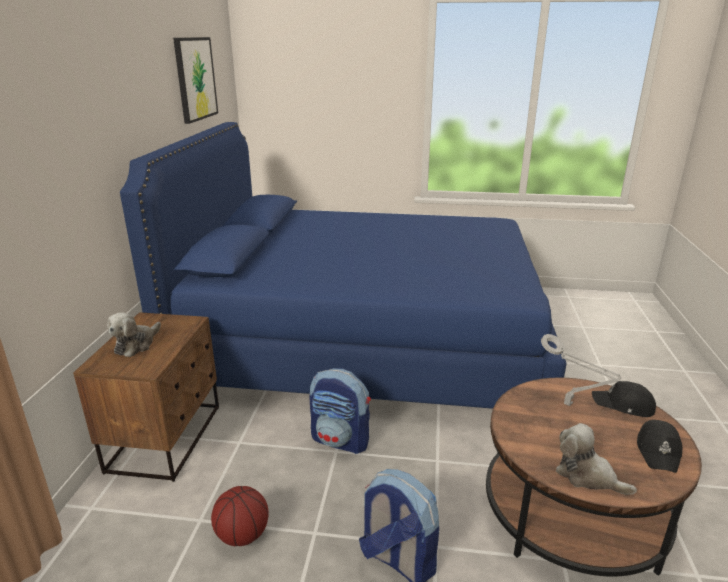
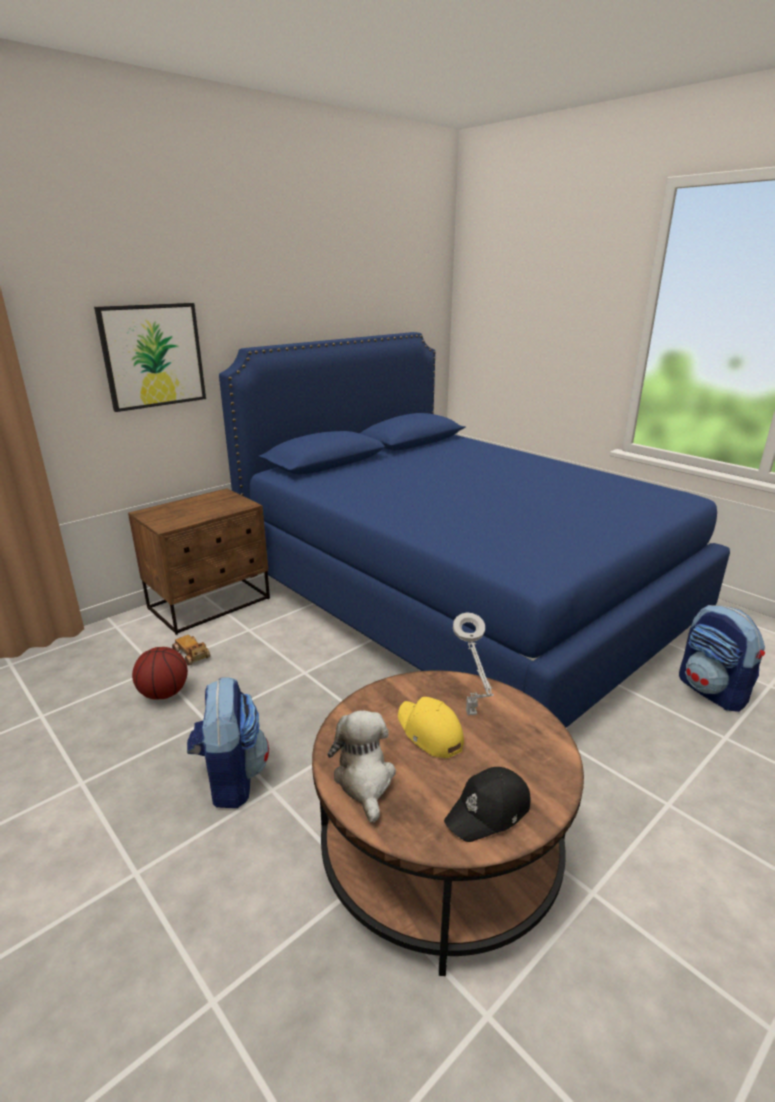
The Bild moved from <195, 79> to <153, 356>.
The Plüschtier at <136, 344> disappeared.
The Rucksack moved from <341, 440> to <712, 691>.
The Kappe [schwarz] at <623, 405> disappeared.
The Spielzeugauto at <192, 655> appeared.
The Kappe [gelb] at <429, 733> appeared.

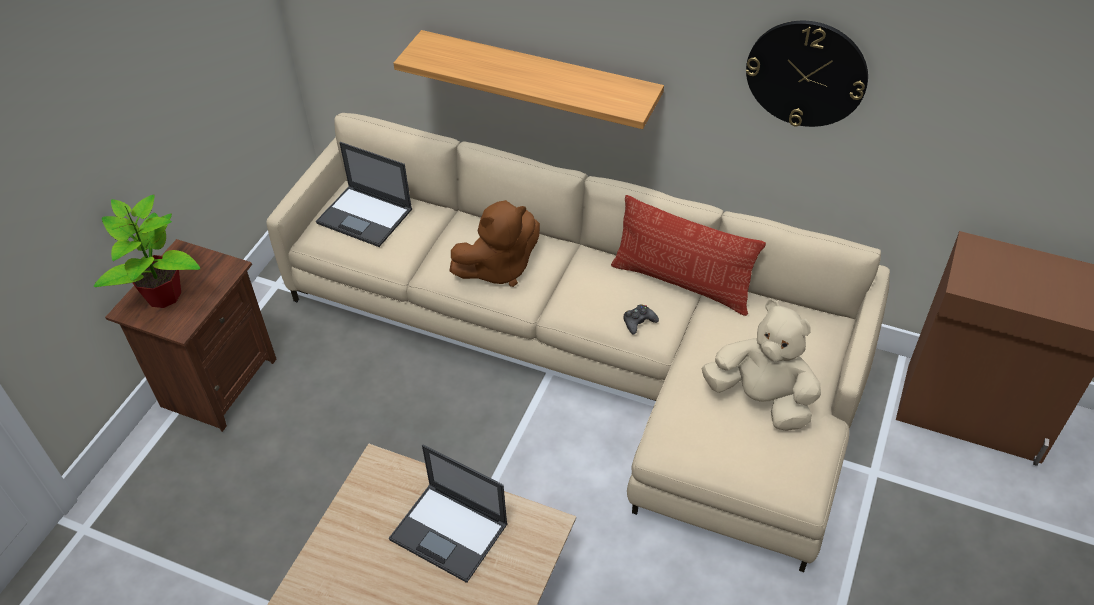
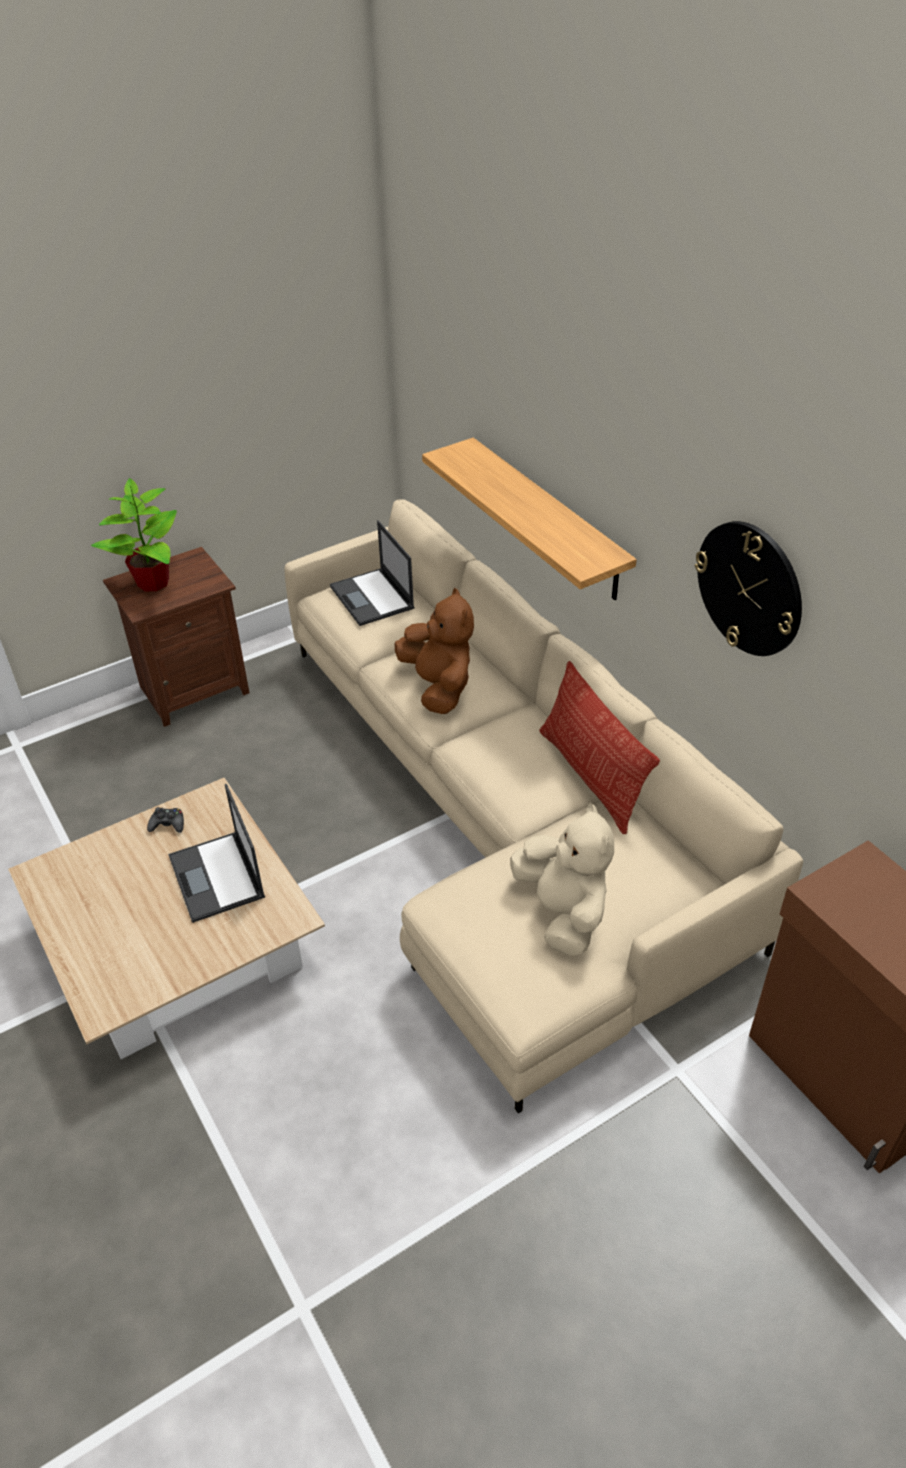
The Plüschtier [braun] at <499, 268> turned 120 degrees counterclockwise.
The Gamepad [schwarz] moved from <638, 322> to <168, 824>.

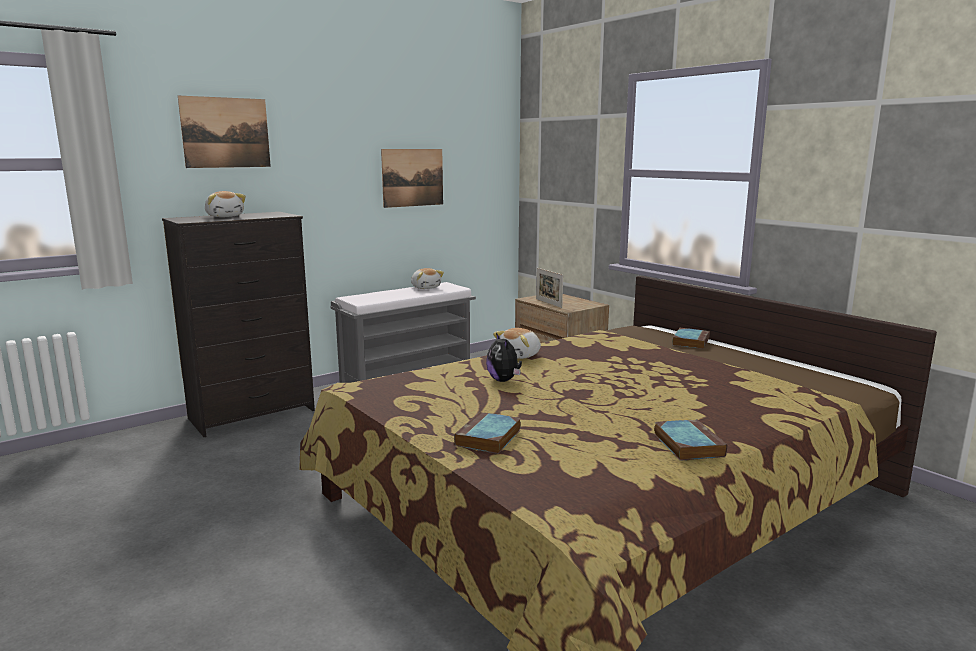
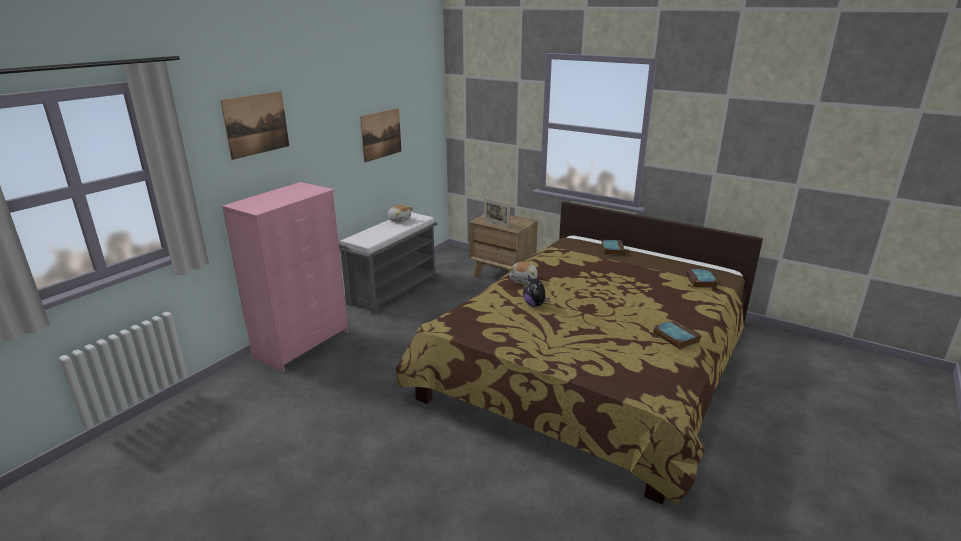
The Plüschtier at <225, 216> disappeared.
The Kommode [schwarz] at <253, 414> became the Kommode [rosa] at <303, 344>.
The Buch moved from <488, 438> to <701, 281>.

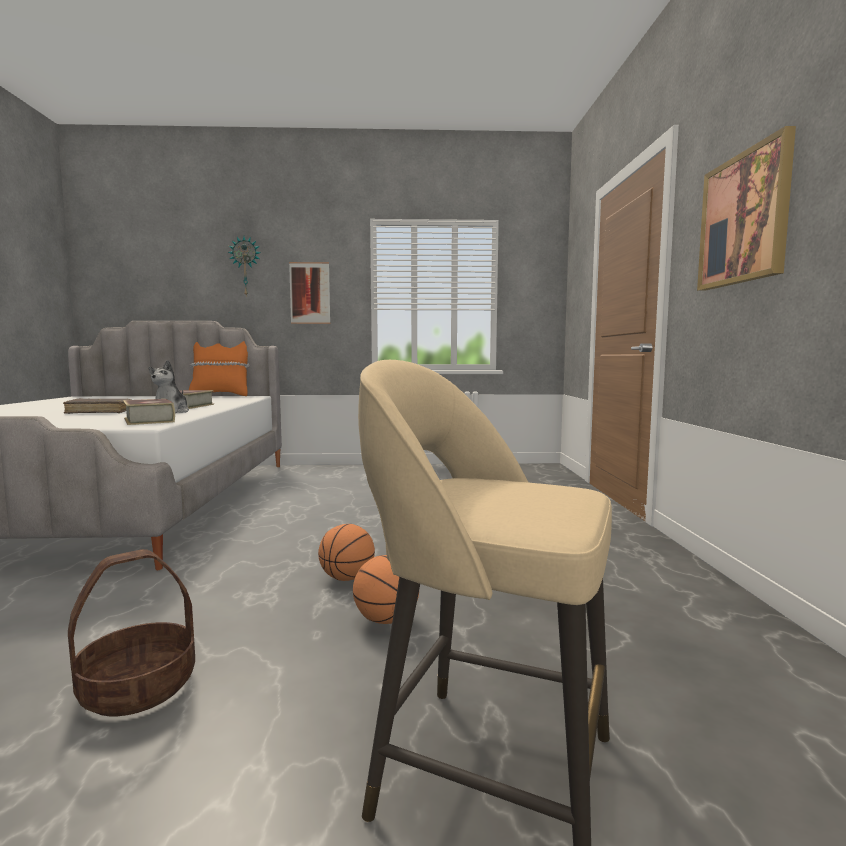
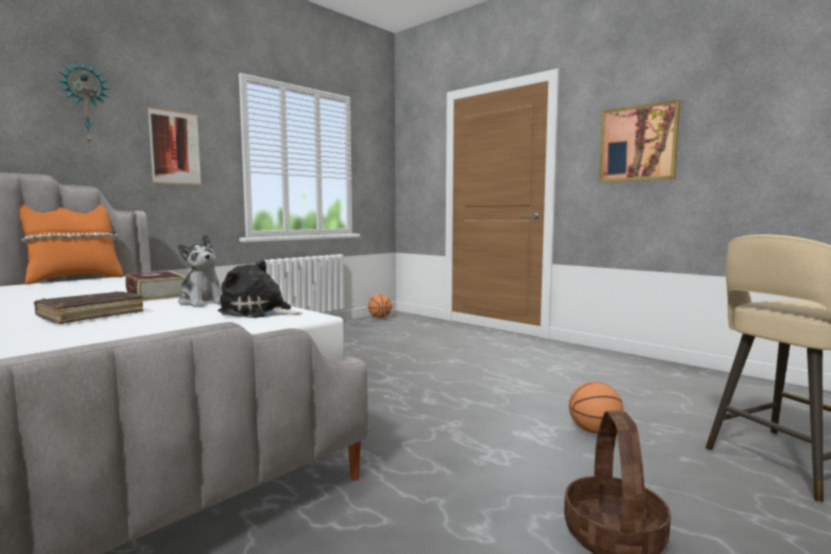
The Buch at <149, 420> was replaced by the Plüschtier at <259, 312>.
The Basketball moved from <347, 578> to <380, 317>.

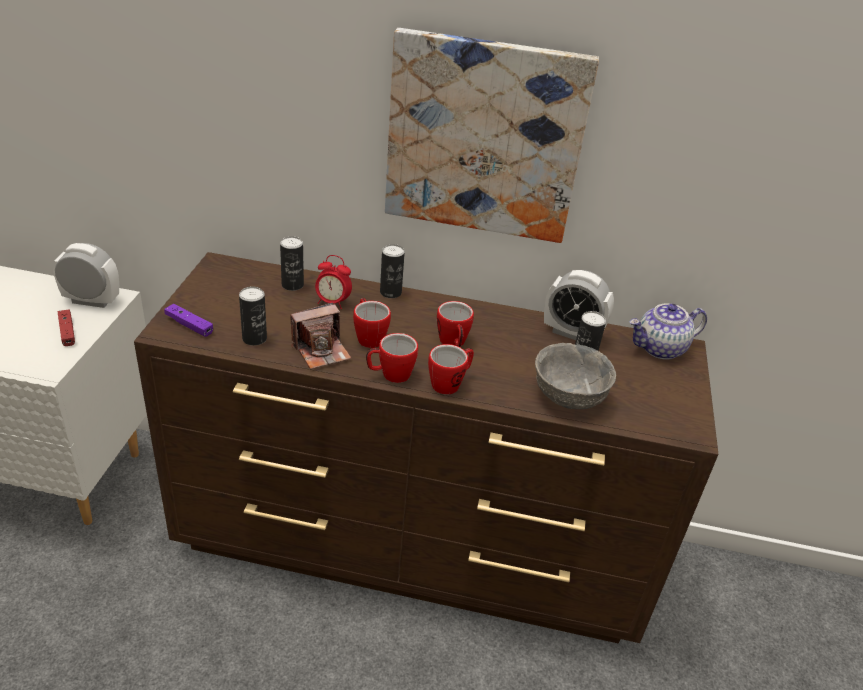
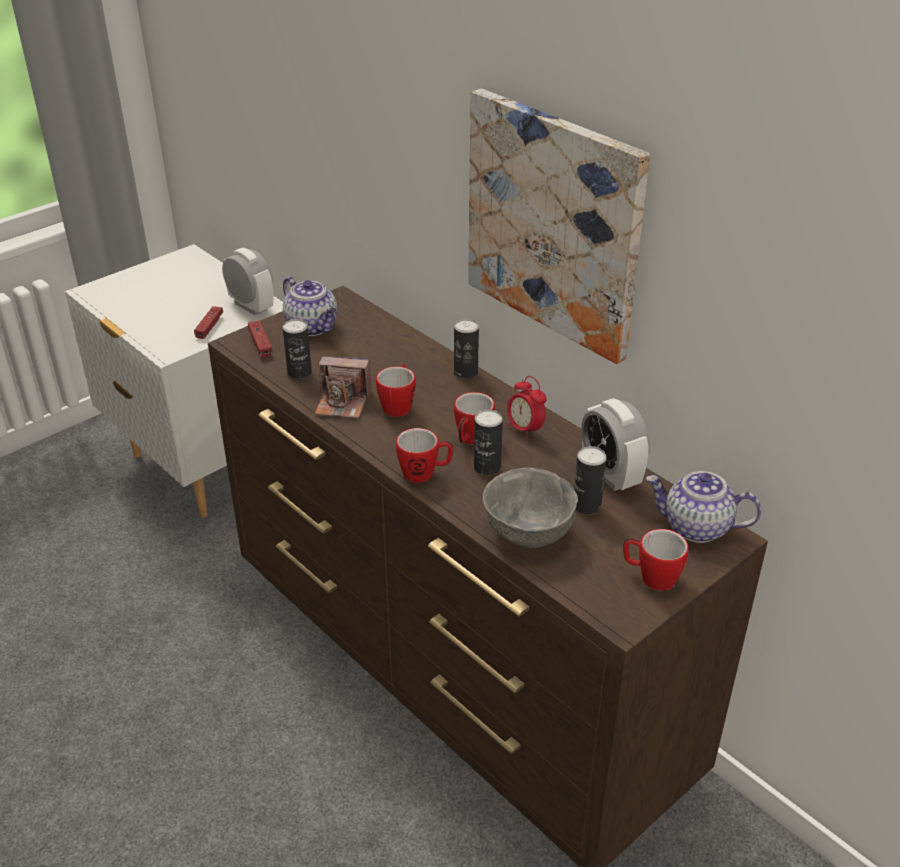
The Dose moved from <292, 285> to <487, 467>.
The Wecker moved from <332, 302> to <525, 429>.
The Gamepad [lila] at <189, 325> became the Gamepad [rot] at <260, 344>.
The Henkelbecher moved from <390, 375> to <651, 577>.
The Teekanne at <313, 327> appeared.

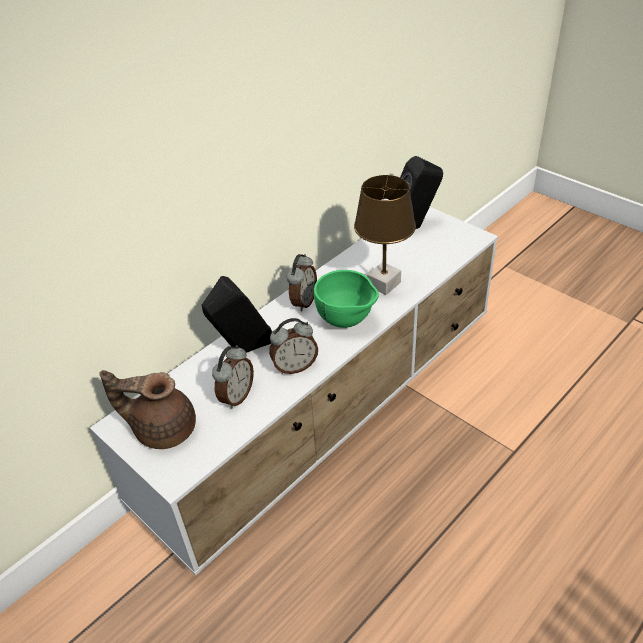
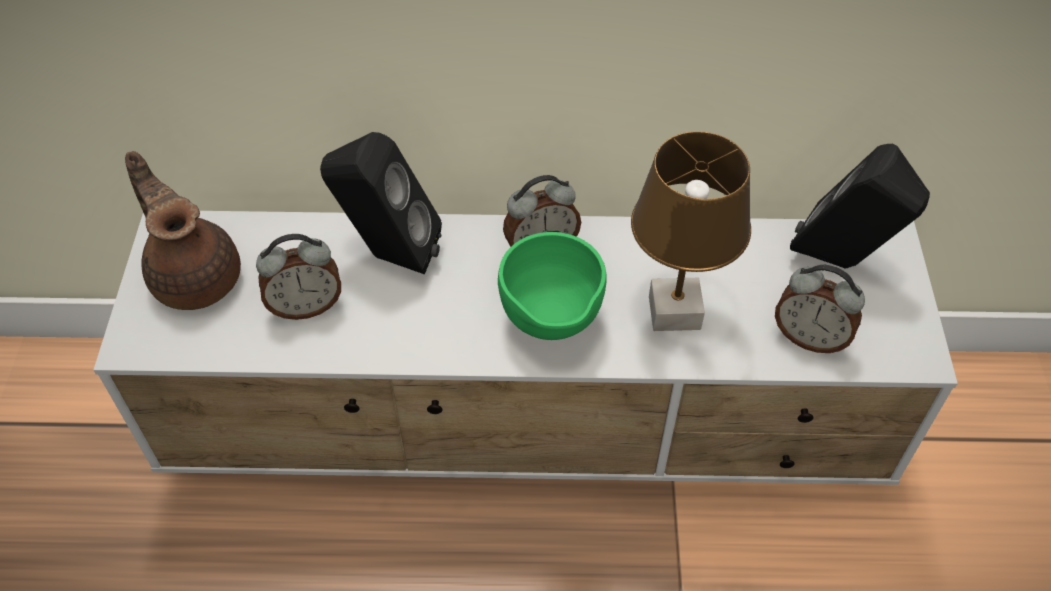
The Wecker moved from <295, 366> to <809, 337>.

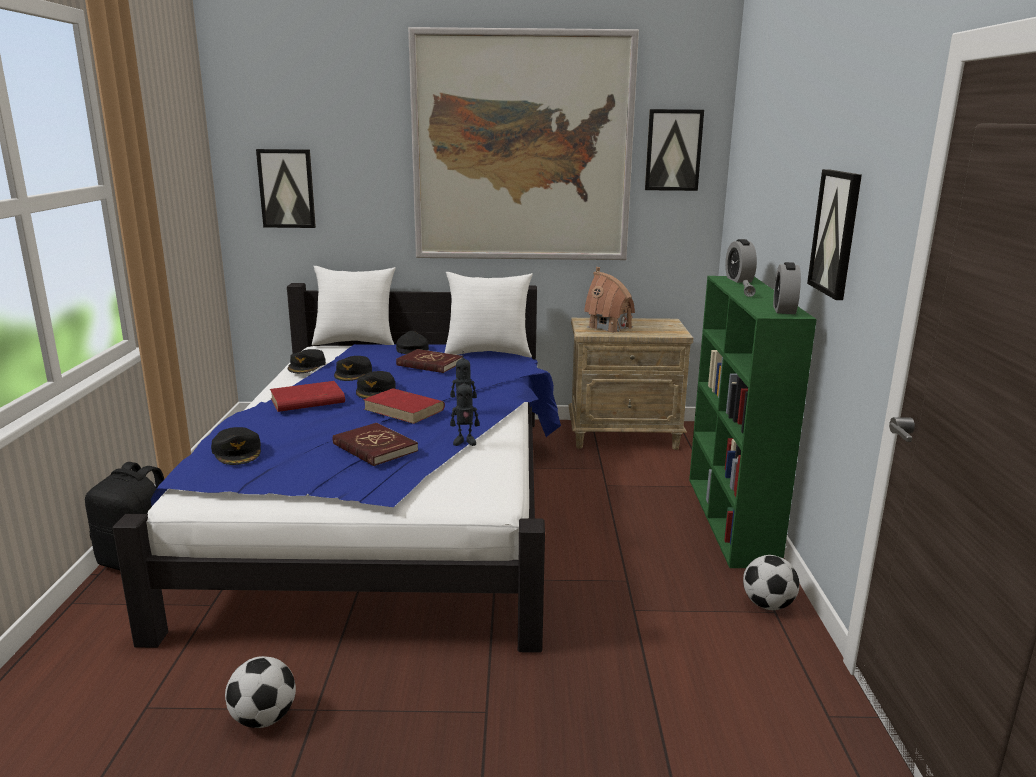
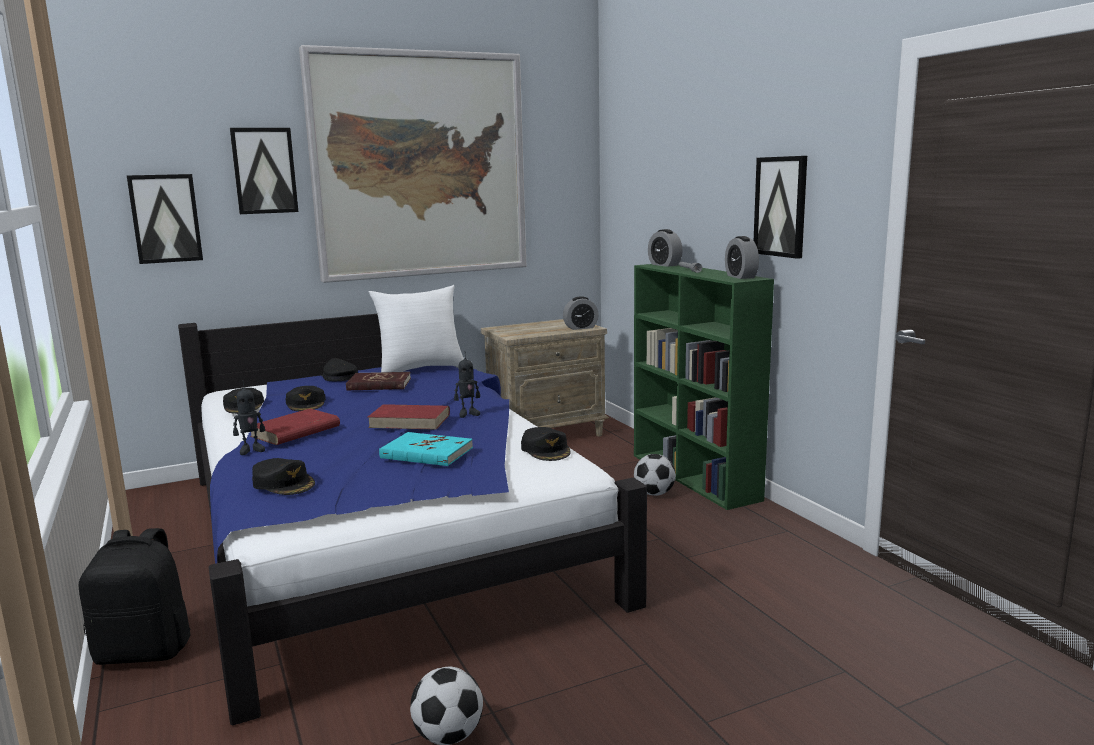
The Bild moved from <673, 150> to <264, 171>.
The Kissen [weiß] at <355, 342> disappeared.
The Spielzeughaus at <609, 327> disappeared.
The Kappe [schwarz] moved from <376, 390> to <546, 450>.
The Spielzeugroboter moved from <465, 442> to <251, 450>.
The Buch [rot] at <374, 448> became the Buch [türkis] at <426, 453>.
The Fußball moved from <767, 605> to <654, 494>.
The Wecker at <580, 328> appeared.

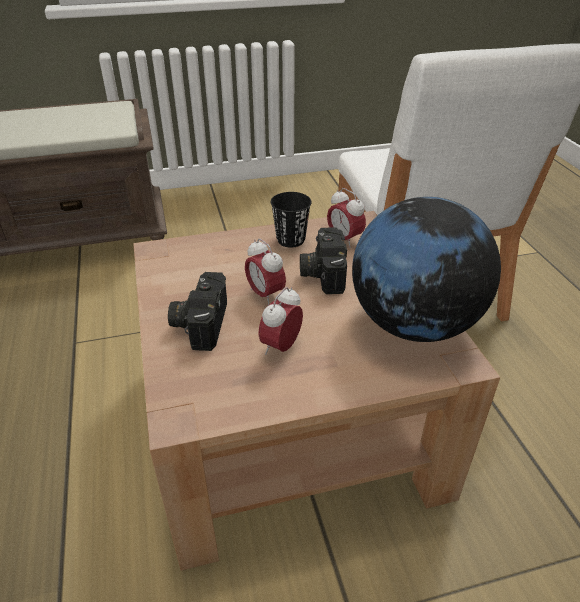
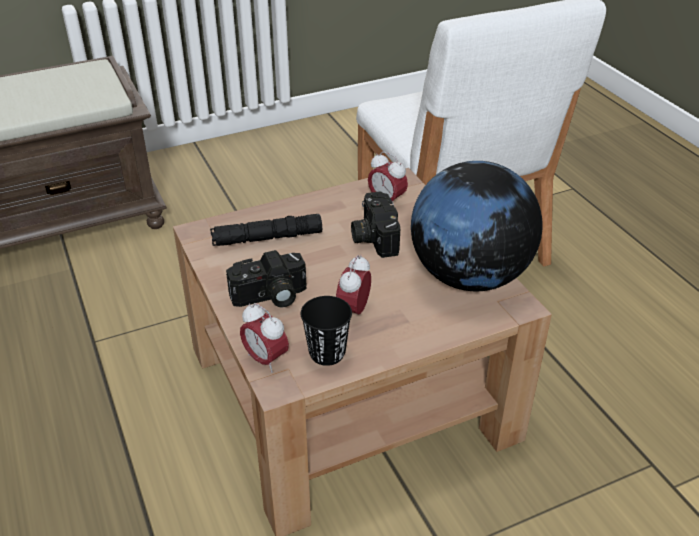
The Tasse [schwarz] moved from <290, 240> to <327, 353>.
The Wecker moved from <265, 294> to <265, 359>.
The Kamera at <200, 322> turned 105 degrees counterclockwise.
The Taschenlampe [schwarz] at <267, 238> appeared.

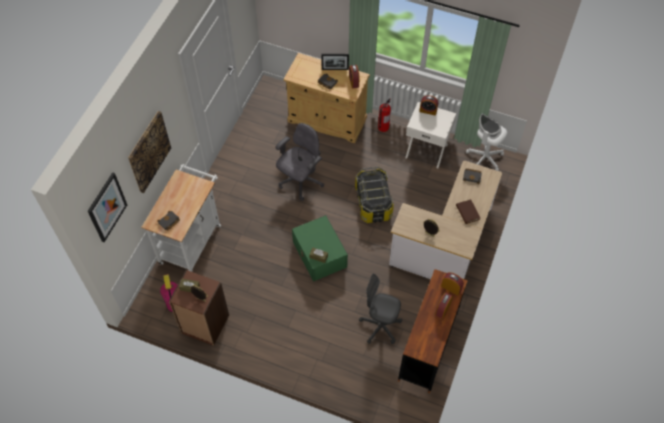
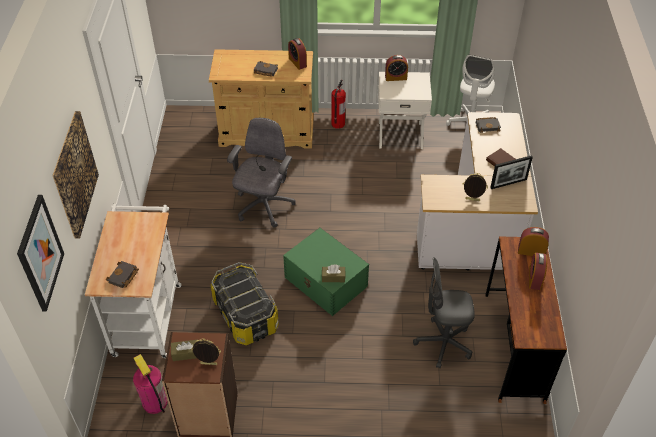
The Bilderrahmen moved from <335, 69> to <508, 183>.
The Aufbewahrungsbox moved from <373, 202> to <246, 315>.

